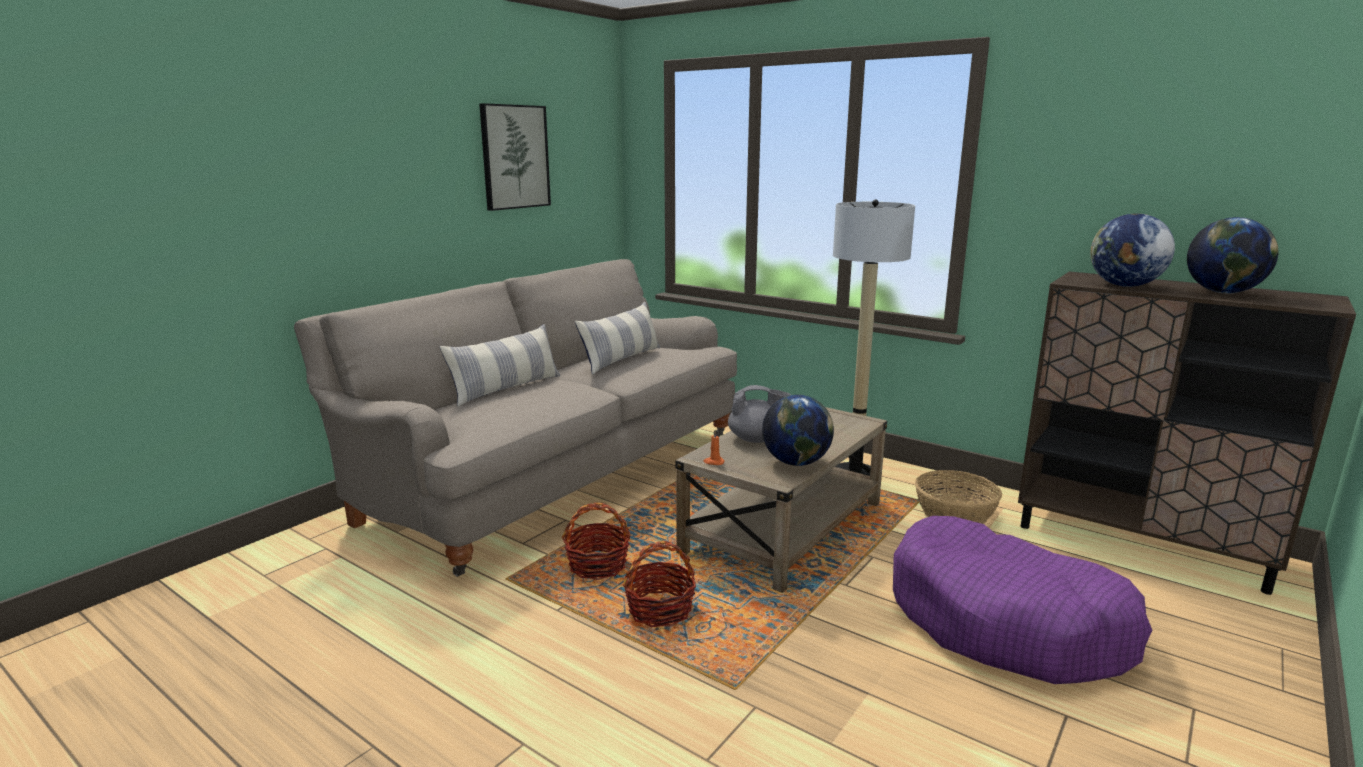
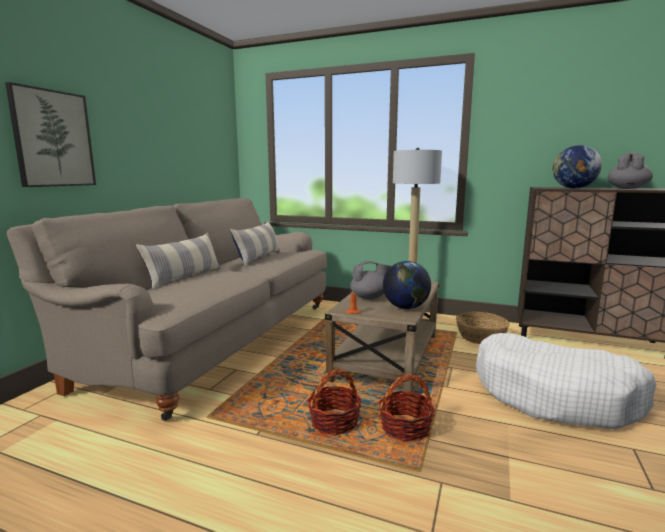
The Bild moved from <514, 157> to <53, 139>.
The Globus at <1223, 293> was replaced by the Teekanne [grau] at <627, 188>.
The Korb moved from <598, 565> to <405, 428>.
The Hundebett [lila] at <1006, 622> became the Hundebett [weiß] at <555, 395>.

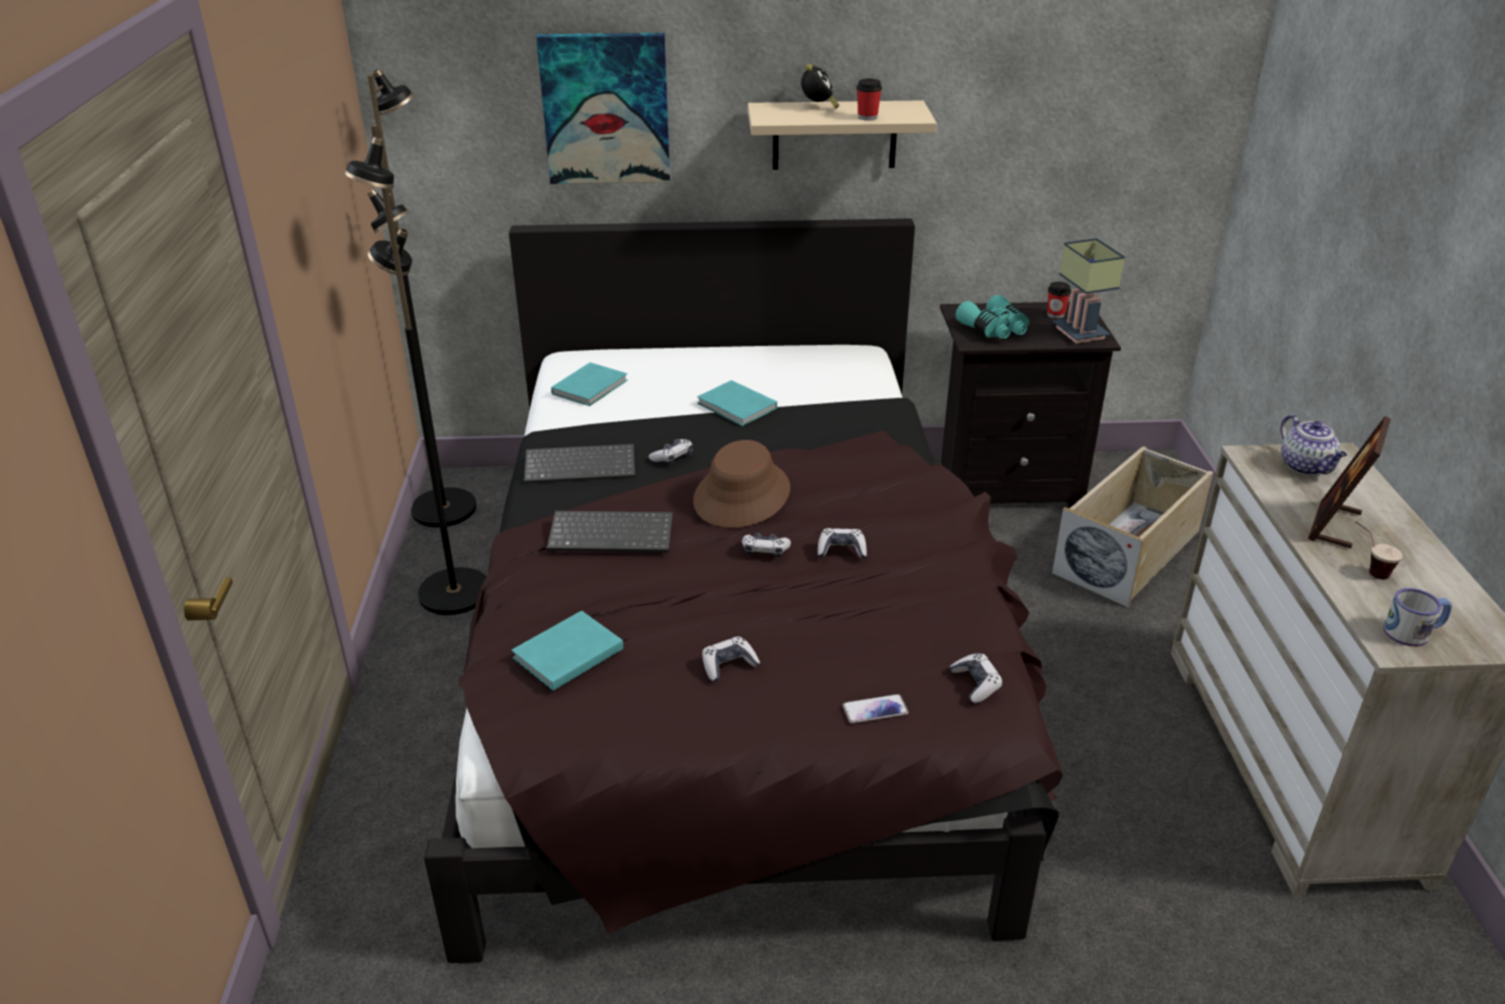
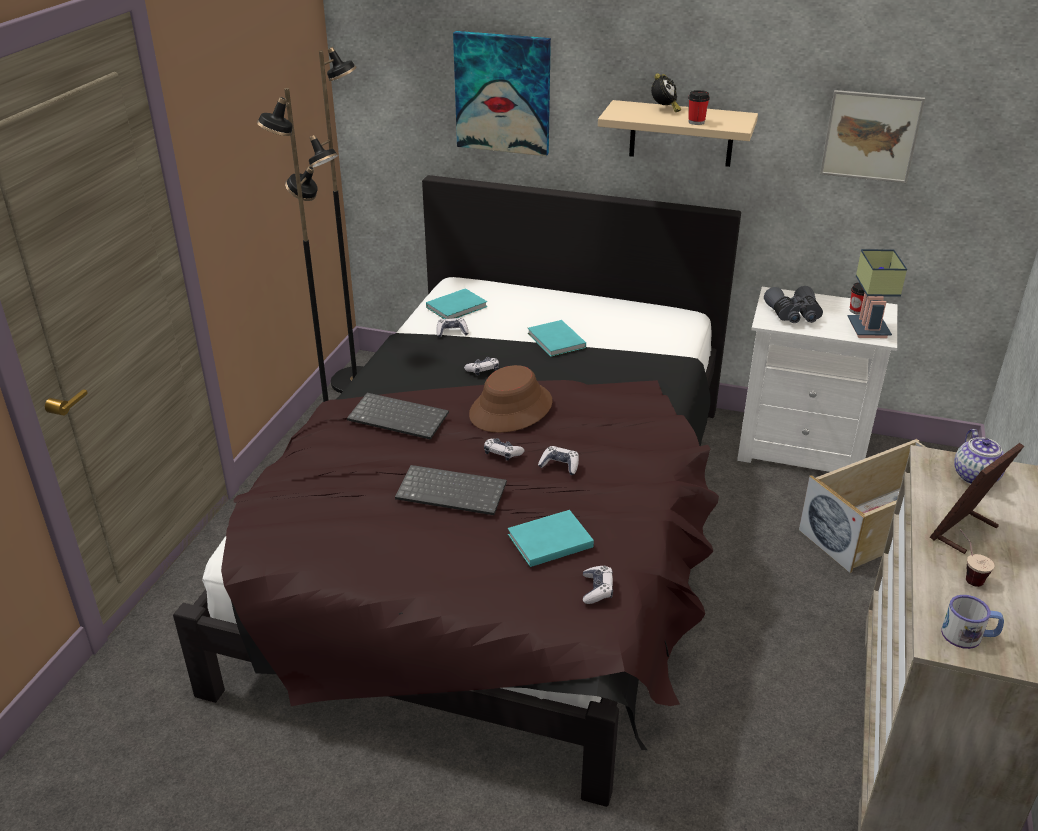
The Fernglas [türkis] at <995, 329> became the Fernglas [grau] at <794, 315>.
The Nachttisch [schwarz] at <1006, 483> became the Nachttisch [weiß] at <801, 448>.
The Tastatur moved from <581, 465> to <453, 491>.
The Buch [türkis] moved from <565, 654> to <547, 541>.
The Gamepad moved from <728, 665> to <452, 332>.
The Handy at <875, 710> disappeared.
The Bild at <870, 136> appeared.

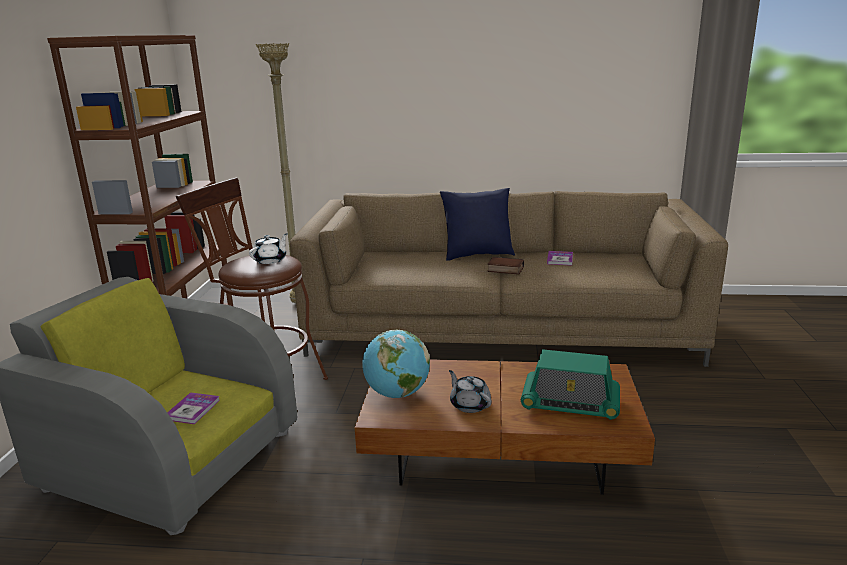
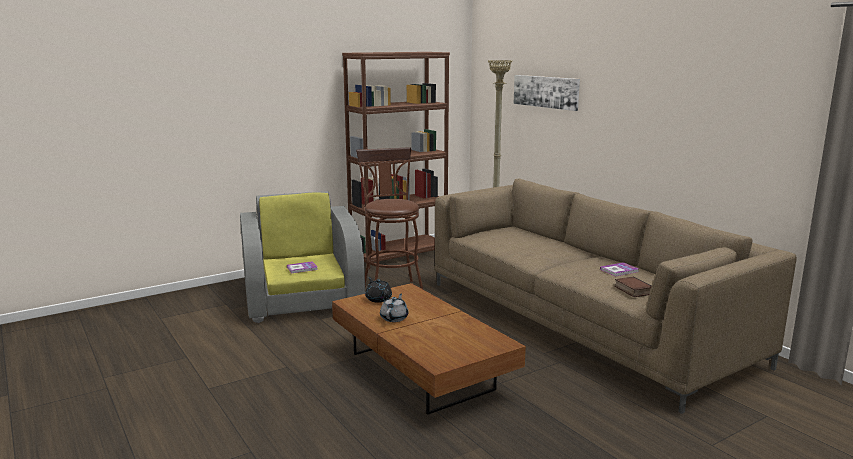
The Kissen [blau] at <477, 255> disappeared.
The Teekanne [weiß] at <270, 260> disappeared.
The Buch moved from <504, 269> to <632, 290>.
The Globus at <397, 394> was replaced by the Teekanne [schwarz] at <378, 299>.
The Radio at <570, 404> disappeared.
The Bild at <546, 91> appeared.

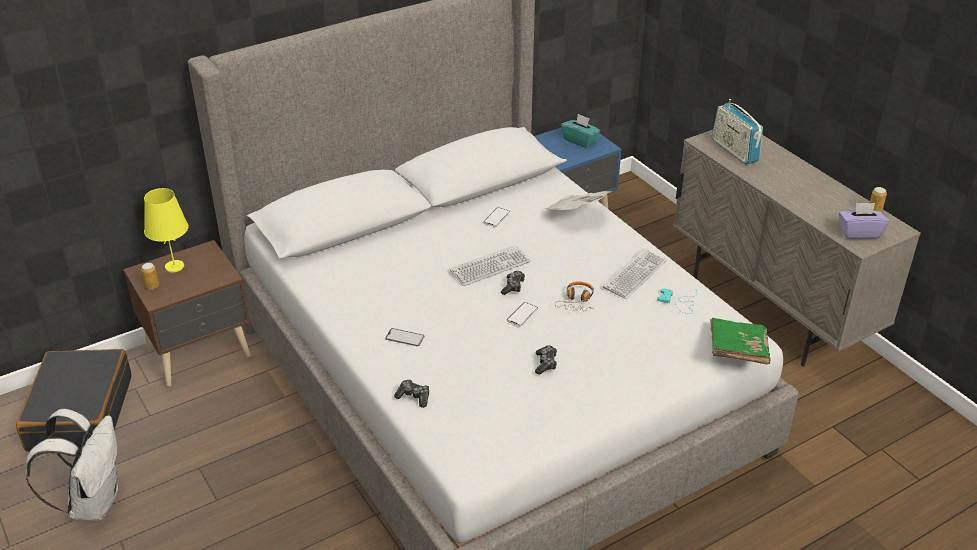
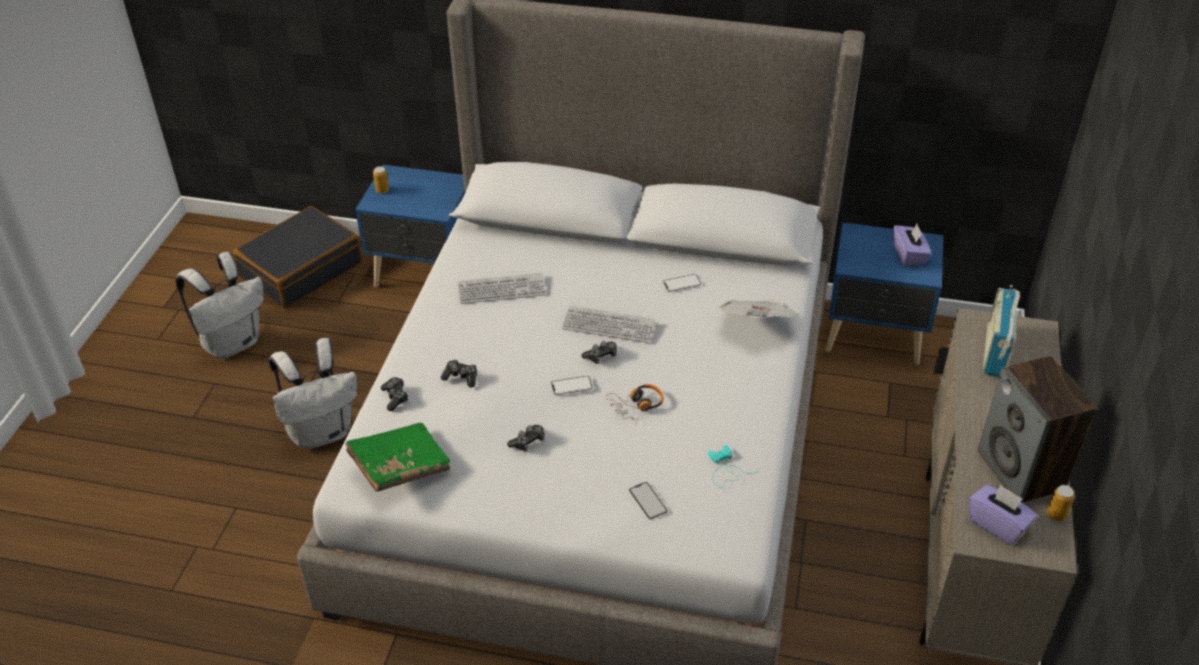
The Taschentuchbox [türkis] at <580, 140> became the Taschentuchbox [lila] at <909, 255>.
The Tischlampe [gelb] at <174, 266> disappeared.
The Nachttisch [braun] at <201, 354> became the Nachttisch [blau] at <426, 274>.
The Tastatur moved from <634, 275> to <501, 290>.
The Buch [grün] moved from <737, 351> to <400, 467>.
The Handy moved from <405, 337> to <648, 500>.
The Rucksack [weiß] at <322, 432> appeared.
The Lautsprecher at <1021, 471> appeared.
The Gamepad at <461, 377> appeared.

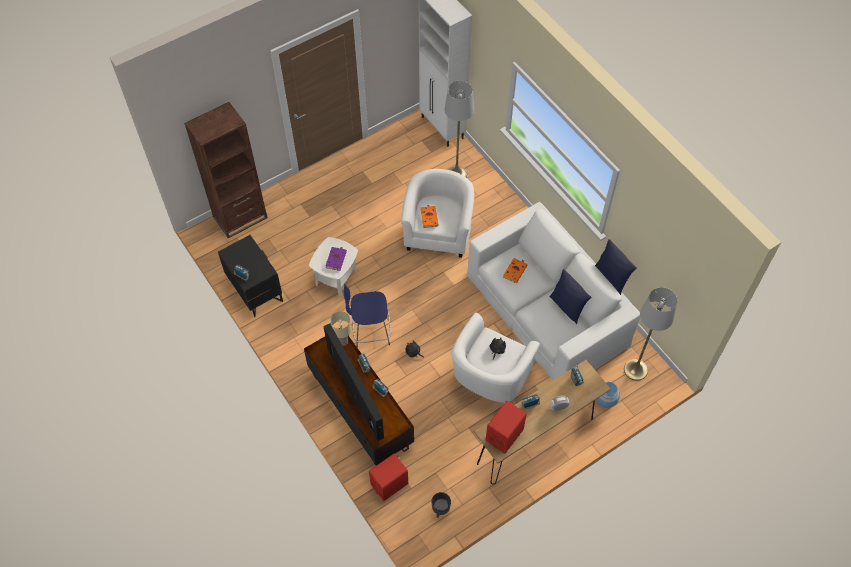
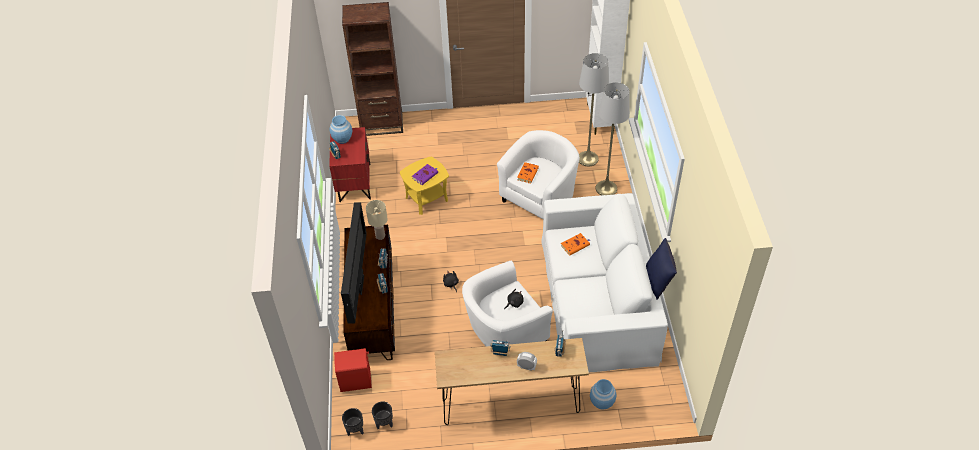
The Nachttisch [schwarz] at <255, 290> became the Nachttisch [rot] at <354, 182>.
The Beistelltisch [weiß] at <336, 277> became the Beistelltisch [gelb] at <426, 199>.
The Kissen [blau] at <567, 306> disappeared.
The Hocker [blau] at <370, 332> disappeared.
The Stehlampe [grau] moved from <635, 369> to <606, 188>.
The Lautsprecher [rot] at <504, 435> disappeared.
The Vase [blau] at <342, 138> appeared.
The Pflanzkübel [schwarz] at <355, 430> appeared.

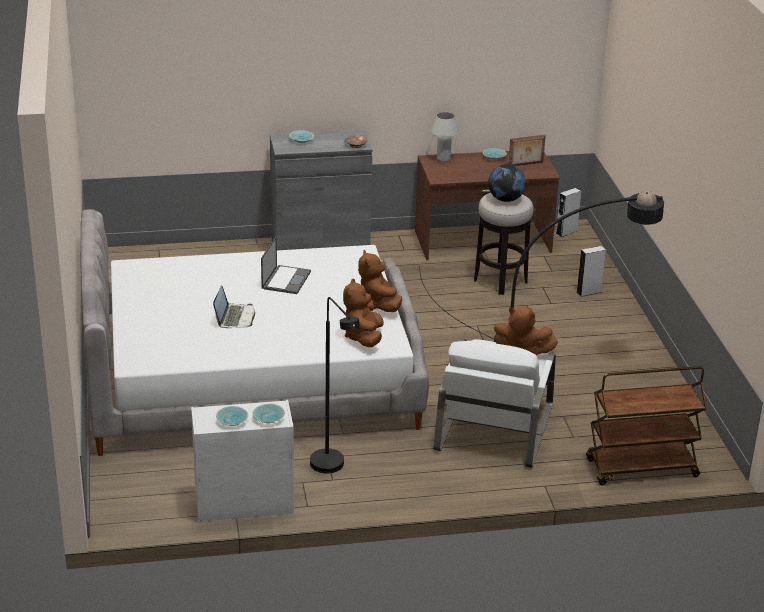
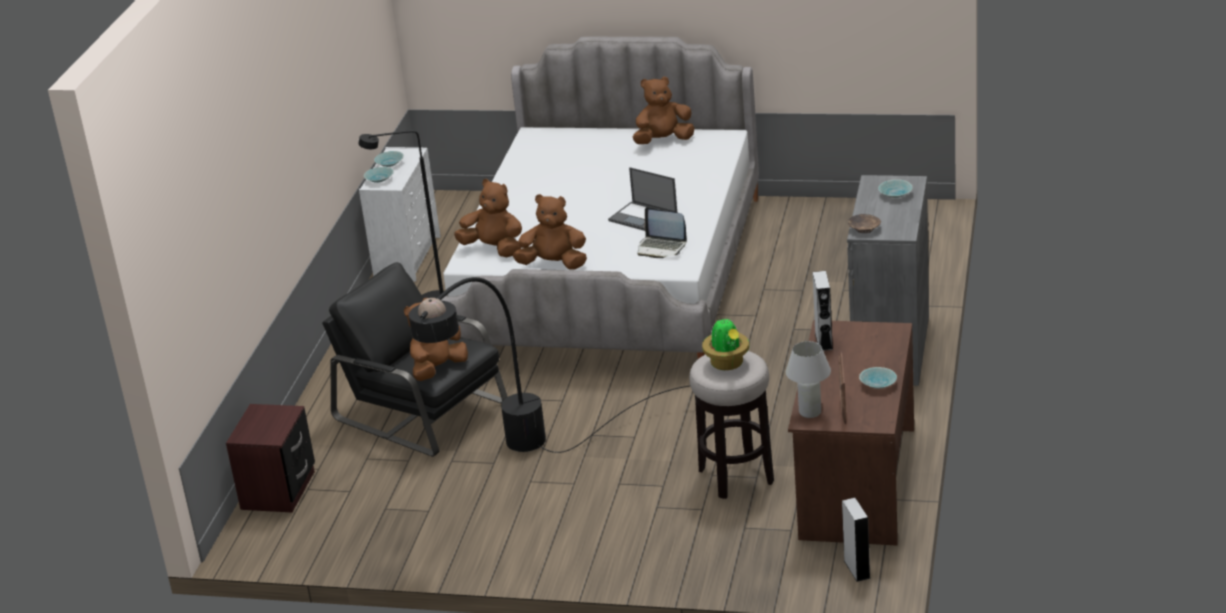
The Tischlampe [weiß] moved from <443, 159> to <810, 412>.
The Globus at <505, 199> was replaced by the Topfpflanze at <727, 364>.
The Lautsprecher [grau] moved from <588, 292> to <823, 341>.
The Laptop moved from <235, 317> to <661, 247>.
The Sessel [weiß] at <494, 426> became the Sessel [schwarz] at <422, 410>.
The Rollwagen [braun] at <641, 469> was replaced by the Nachttisch [braun] at <278, 490>.
The Plüschtier [braun] at <663, 141> appeared.

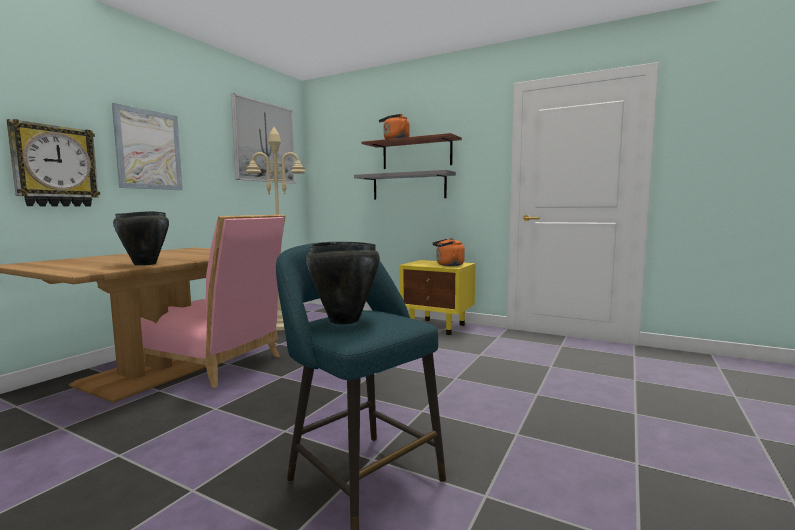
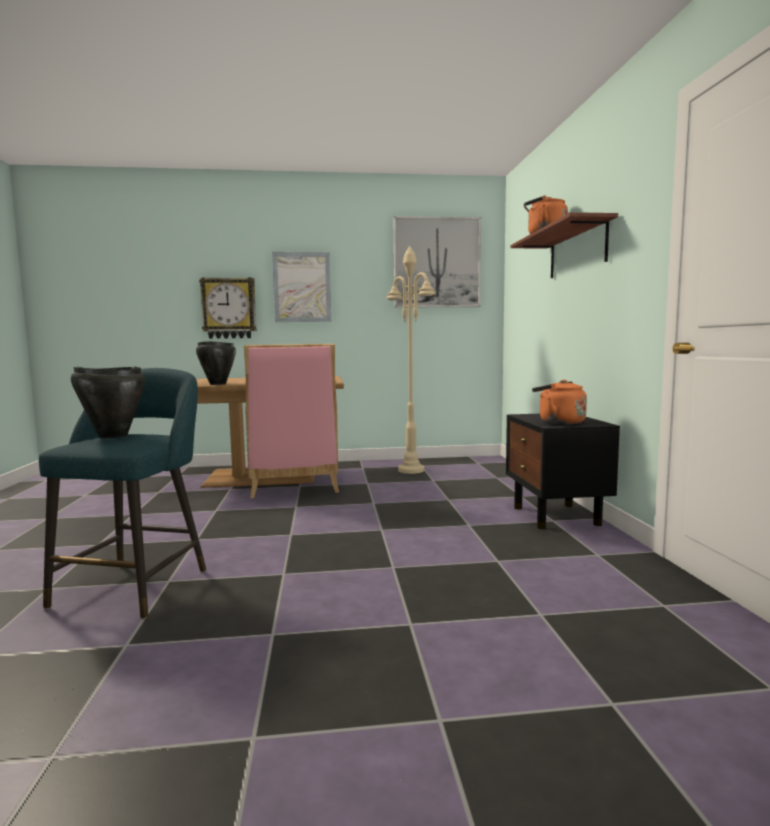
The Wandregal [grau] at <408, 186> disappeared.
The Nachttisch [gelb] at <438, 327> became the Nachttisch [schwarz] at <556, 516>.

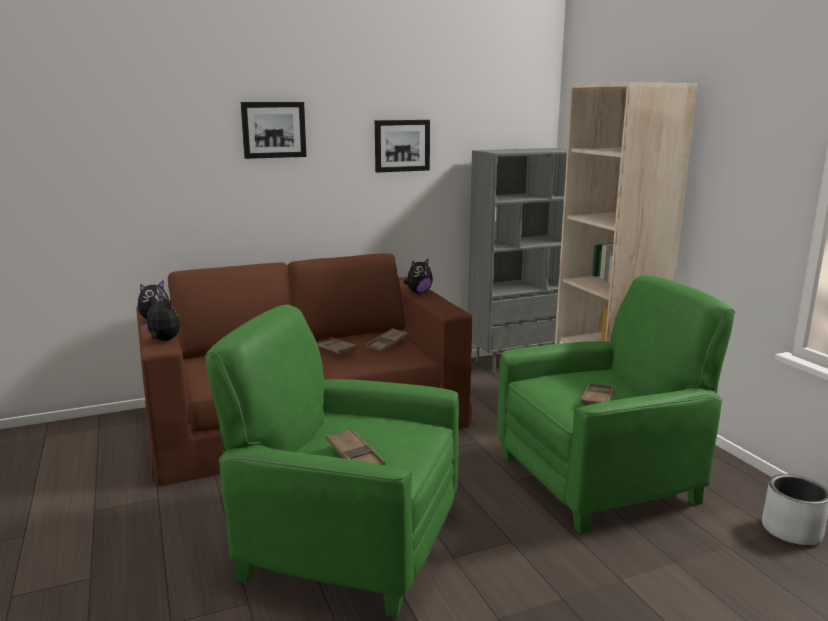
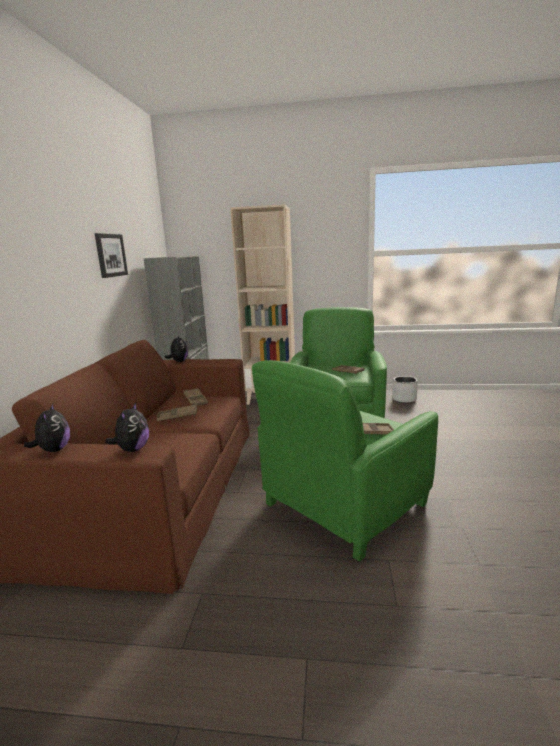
The Bild at <273, 130> disappeared.
The Plüschtier at <163, 340> turned 135 degrees clockwise.

